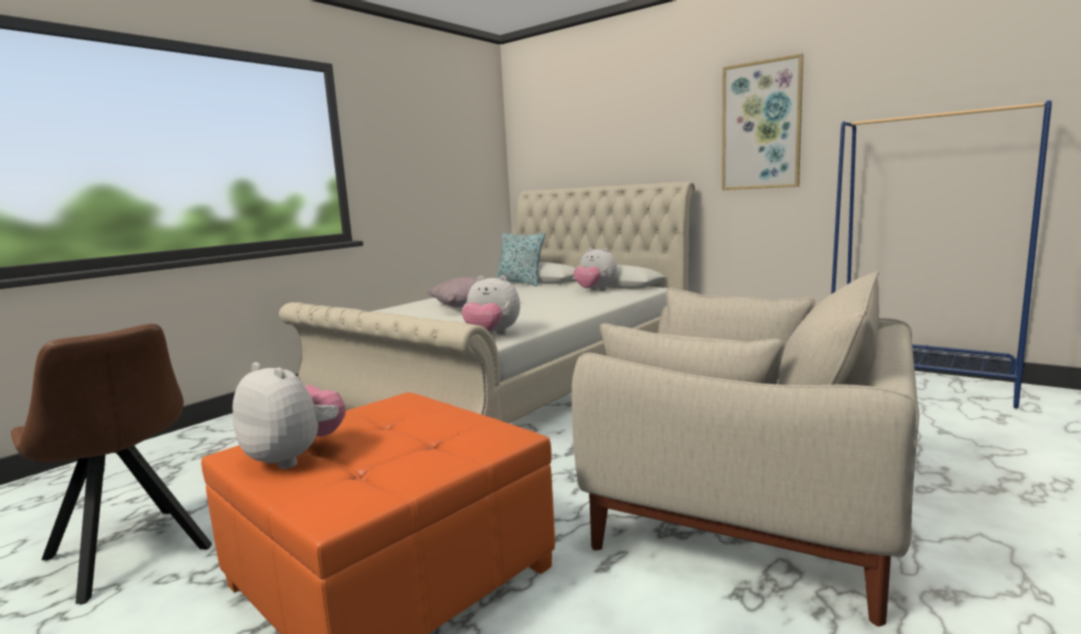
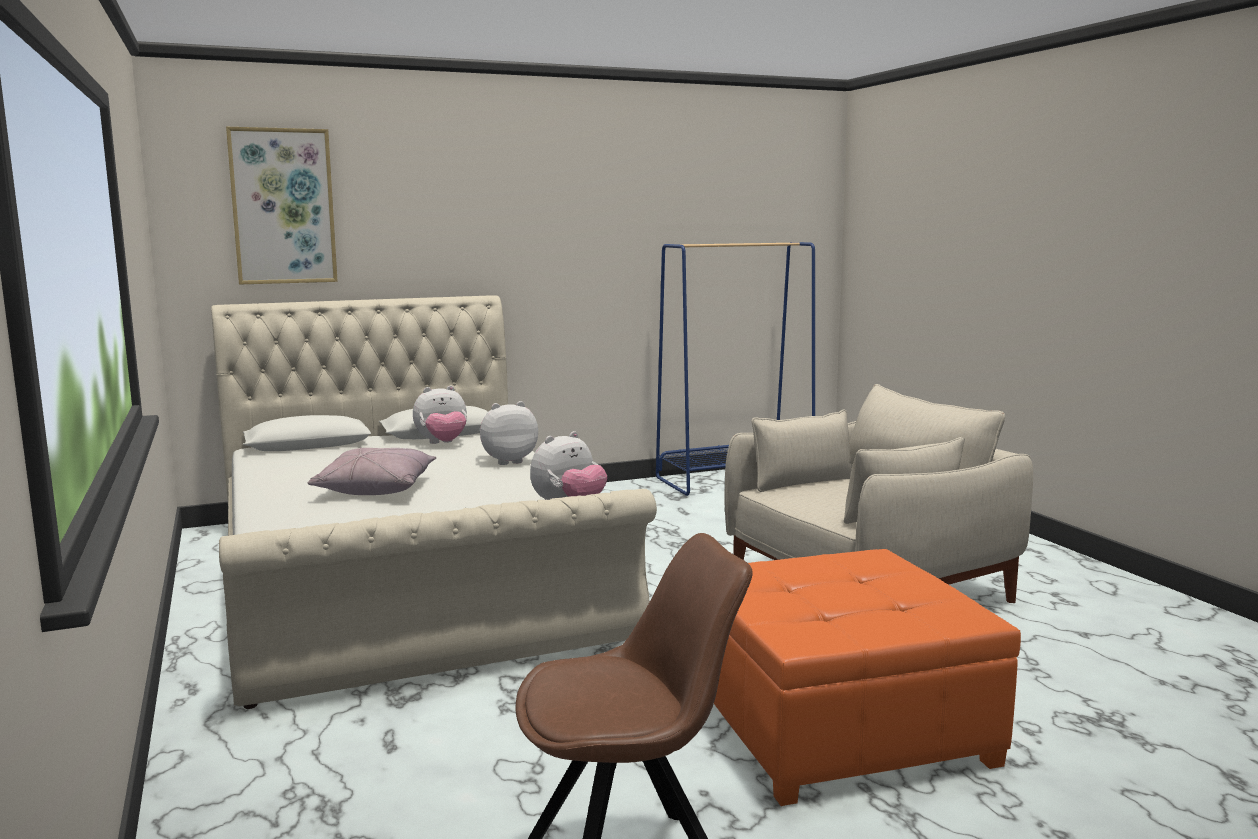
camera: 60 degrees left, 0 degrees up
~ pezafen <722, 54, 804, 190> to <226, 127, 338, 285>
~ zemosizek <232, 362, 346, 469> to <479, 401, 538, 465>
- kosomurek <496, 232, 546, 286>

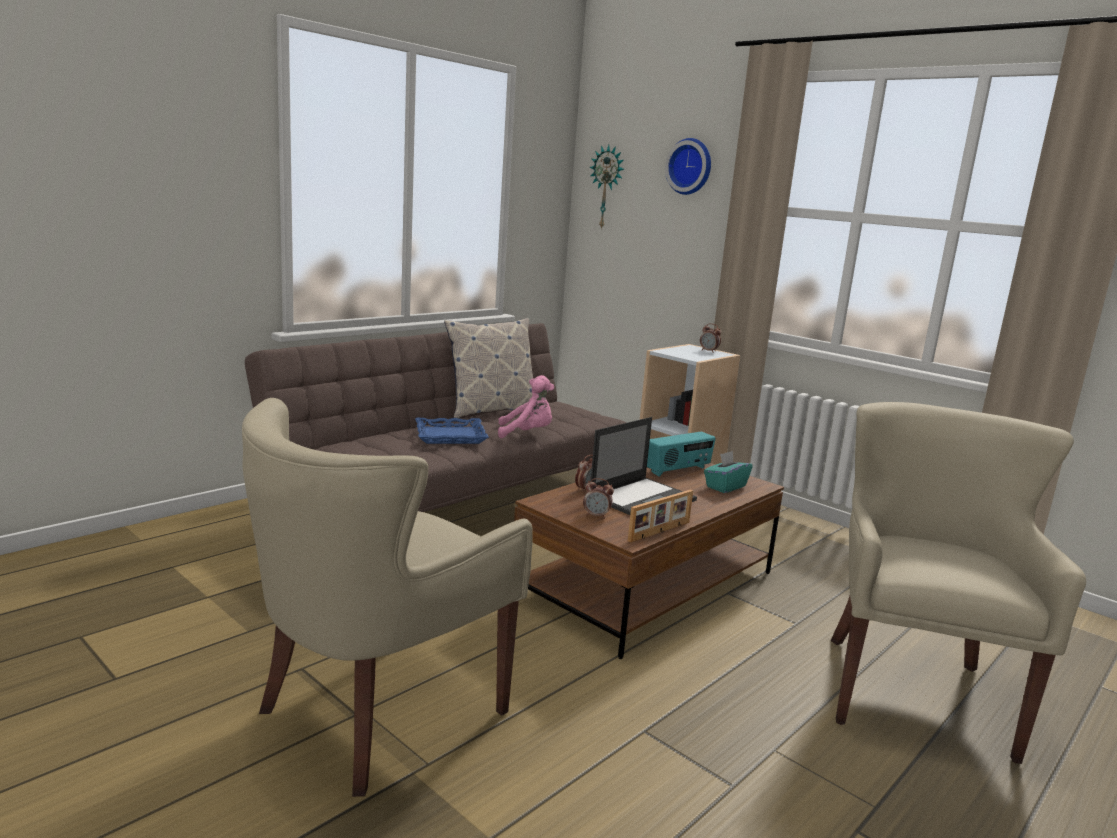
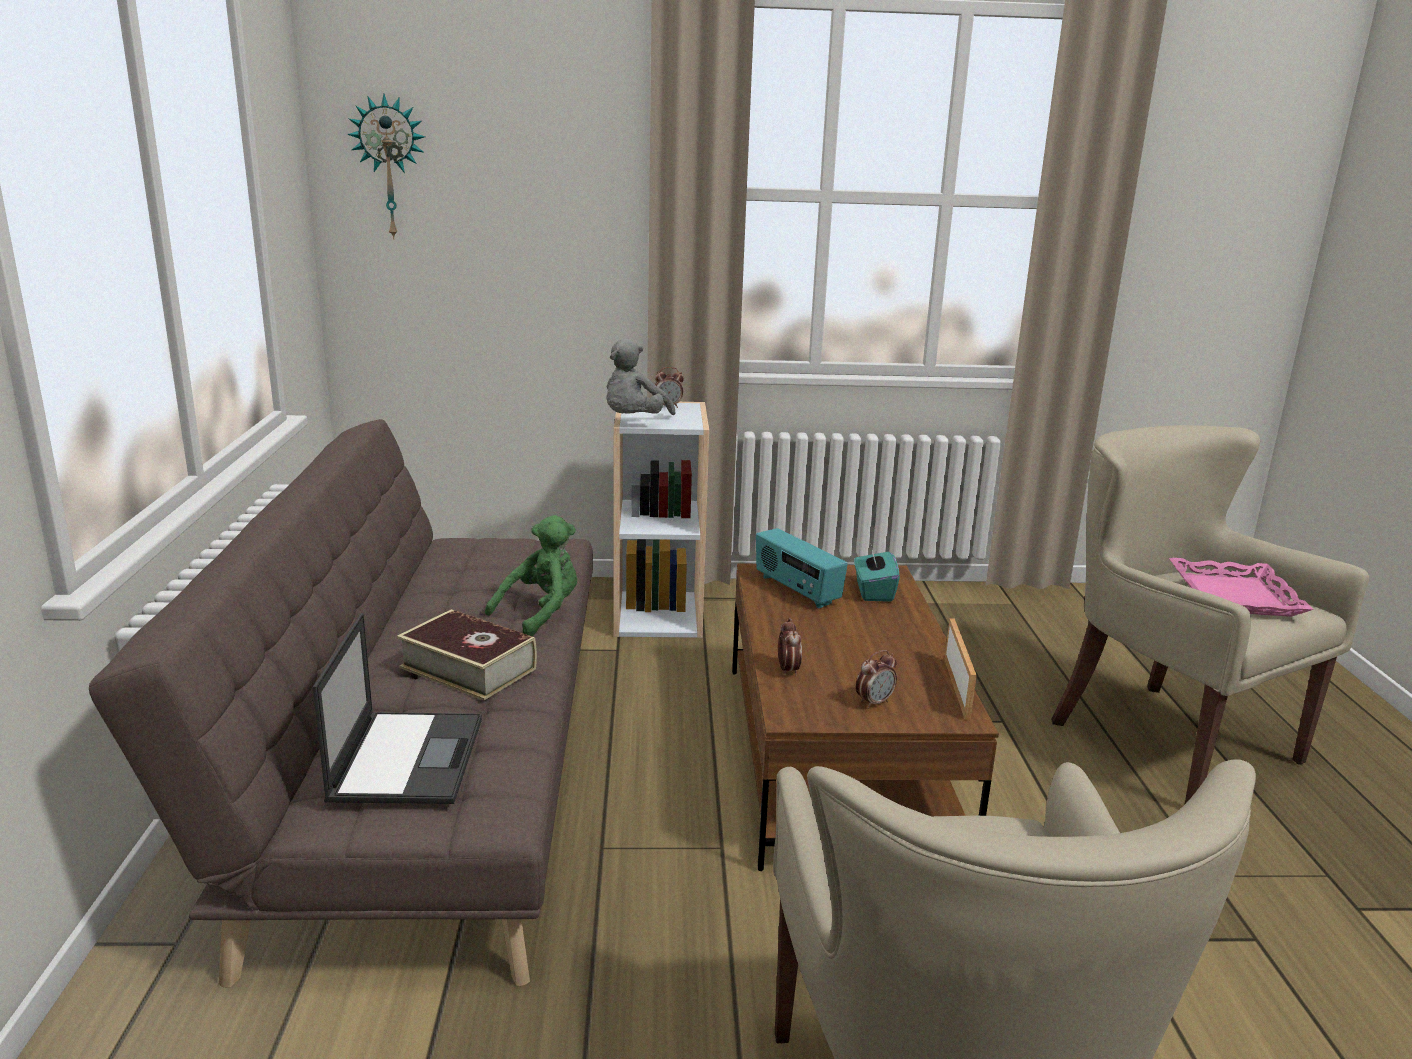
camera: 45 degrees left, 5 degrees up
~ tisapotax <590, 417, 697, 515> to <313, 613, 482, 804>
~ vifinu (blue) <415, 418, 489, 444> to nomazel <397, 609, 537, 700>
~ zemosizek (pink) <498, 375, 554, 438> to zemosizek (green) <485, 515, 577, 636>
+ zemosizek (grey) <607, 339, 676, 415>
~ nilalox <647, 432, 716, 476> = <756, 528, 848, 608> 135 degrees clockwise
+ vifinu (pink) <1169, 558, 1314, 617>
- kosomurek <444, 318, 533, 418>
- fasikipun <665, 138, 711, 195>

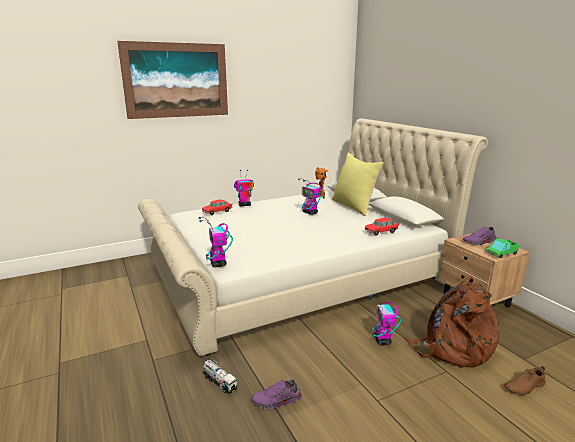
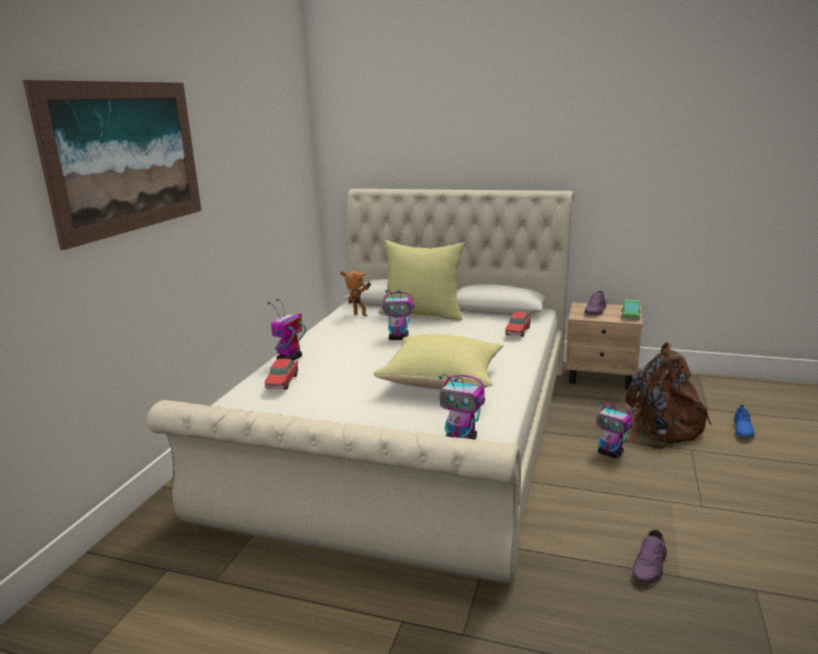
camera: 45 degrees left, 0 degrees up
+ kosomurek (yellow) <373, 334, 503, 390>
~ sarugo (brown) <504, 366, 546, 395> to sarugo (blue) <734, 405, 754, 437>
- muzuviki <203, 358, 237, 394>

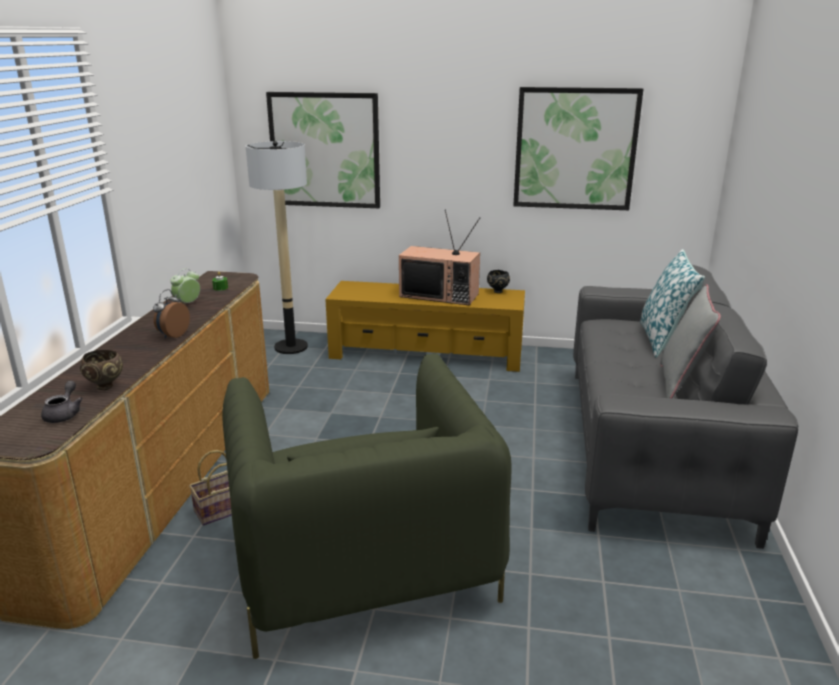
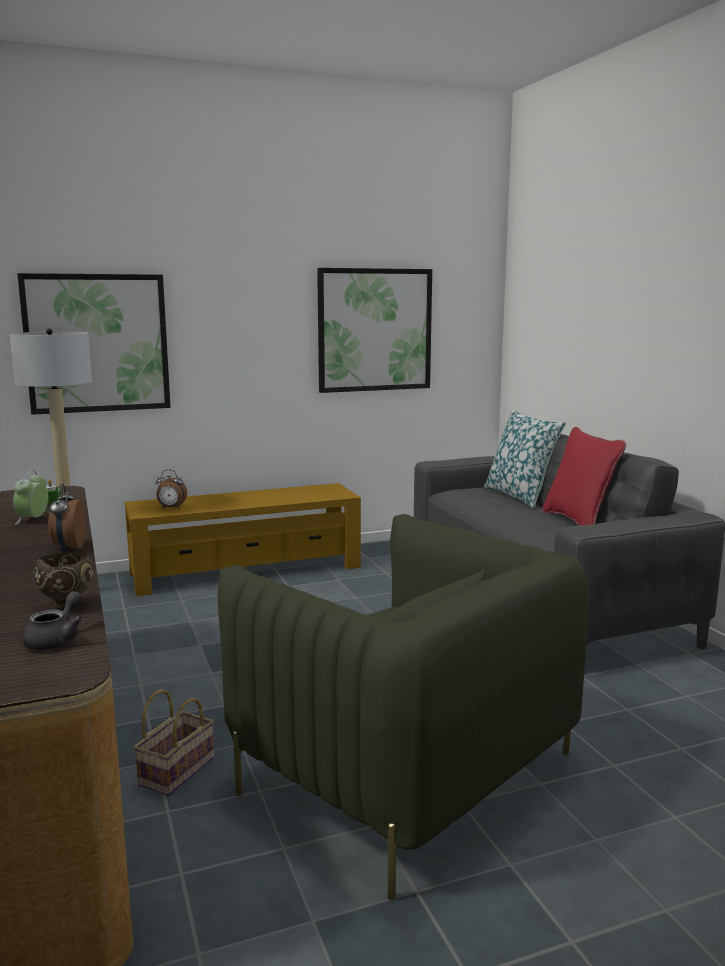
camera: 30 degrees left, 10 degrees down
~ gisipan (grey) <41, 381, 83, 423> = <22, 591, 83, 650> 45 degrees clockwise
+ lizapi <156, 469, 187, 509>
~ kosomurek (grey) <660, 284, 721, 398> to kosomurek (red) <542, 427, 626, 526>
- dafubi <399, 210, 480, 305>
- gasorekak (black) <487, 270, 510, 293>

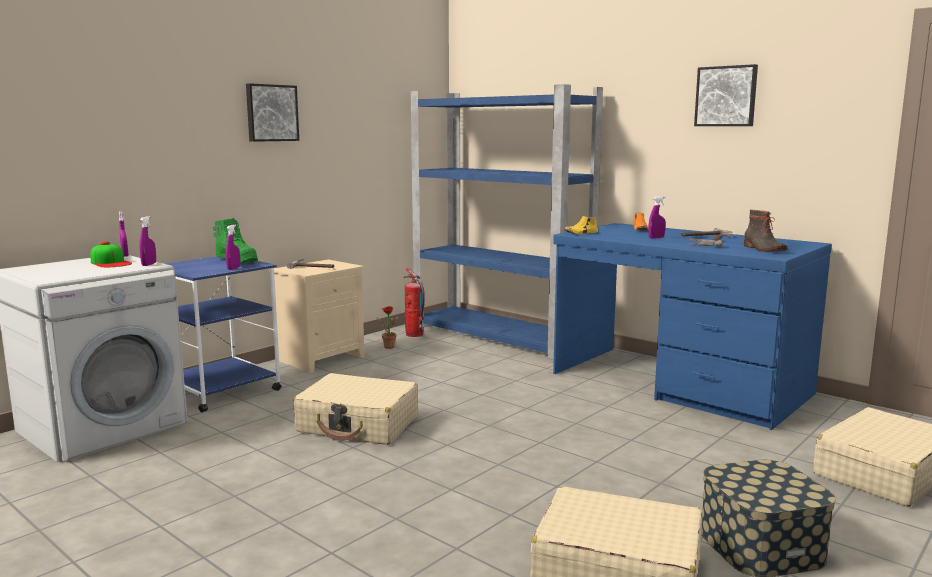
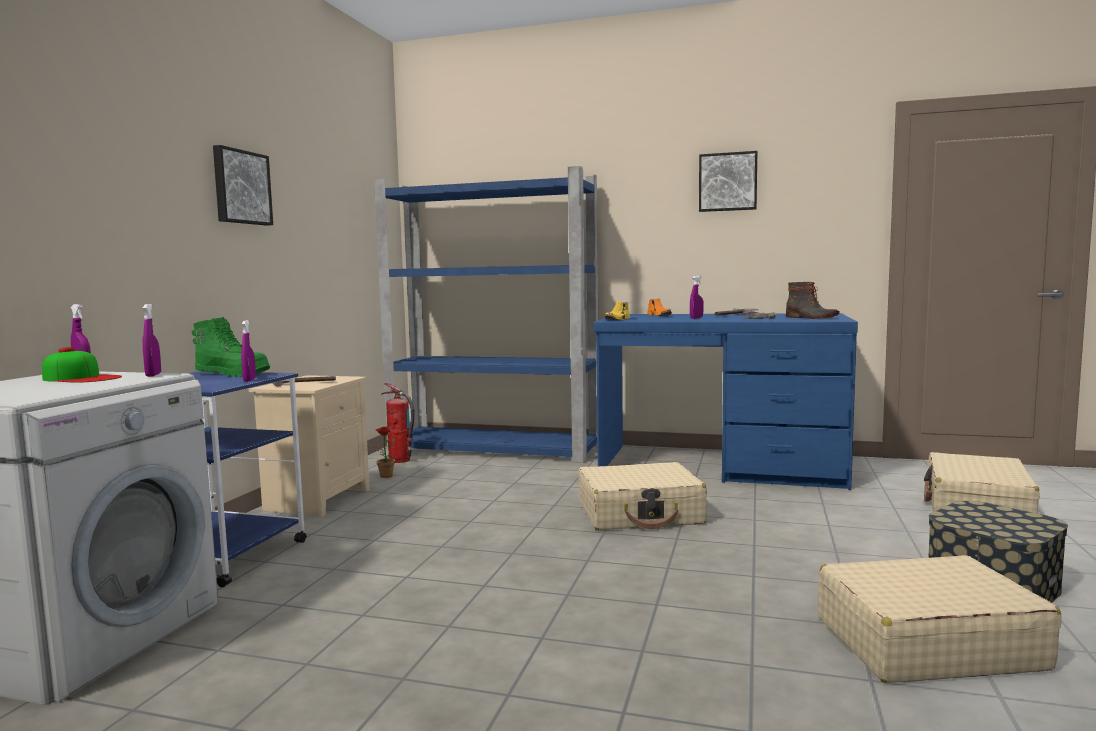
camera: 25 degrees left, 5 degrees down
~ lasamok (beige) <293, 373, 418, 445> to <579, 462, 707, 530>

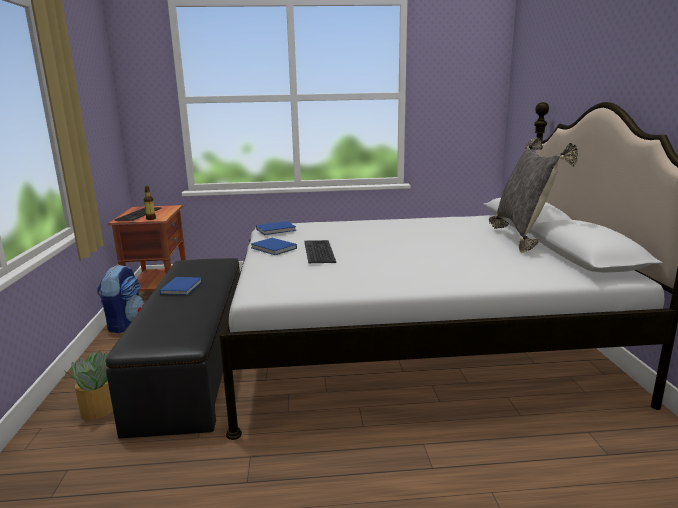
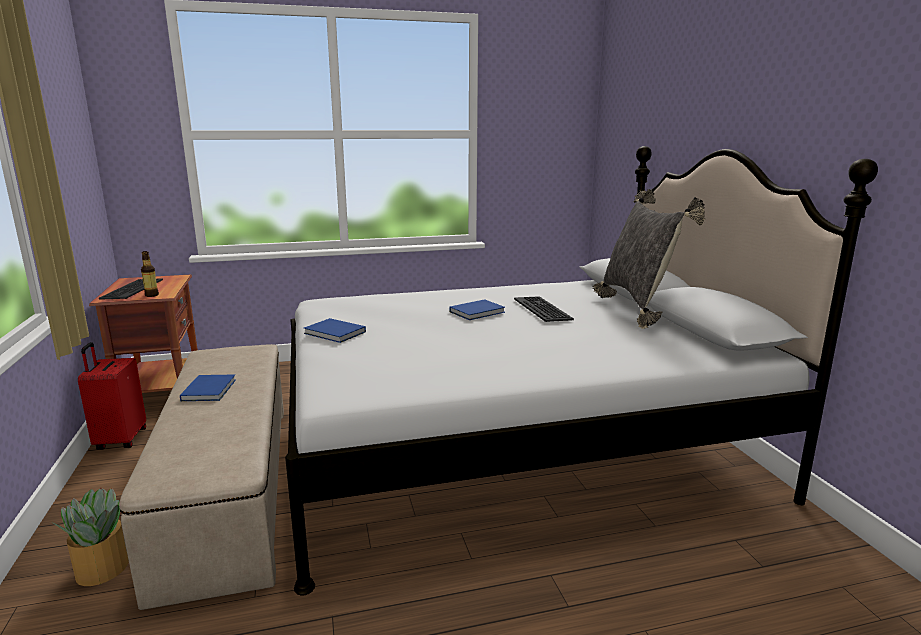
camera: 10 degrees left, 0 degrees up
~ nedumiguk <97, 265, 145, 333> to lasamok (red) <78, 342, 146, 450>
~ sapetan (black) <105, 258, 240, 439> to sapetan (beige) <119, 344, 284, 610>
~ nomazel (blue) <256, 221, 296, 235> to <449, 299, 505, 320>
~ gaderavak <304, 240, 336, 264> to <514, 296, 574, 322>

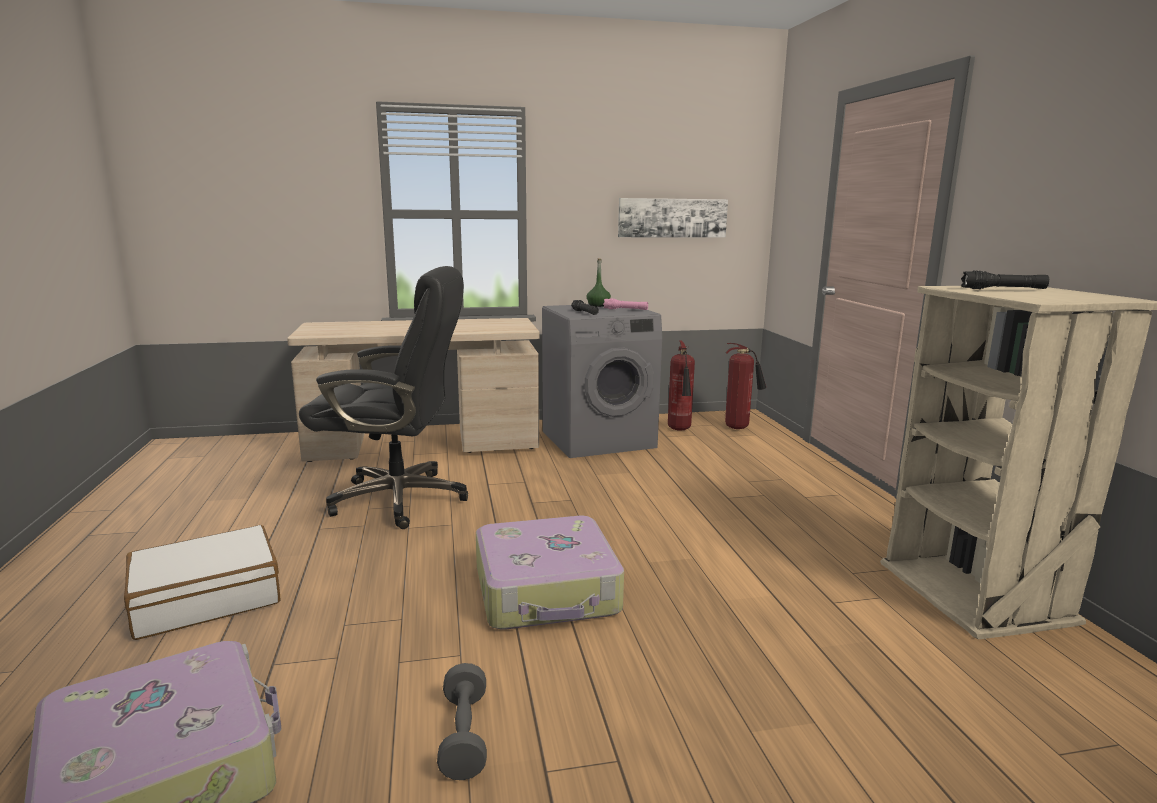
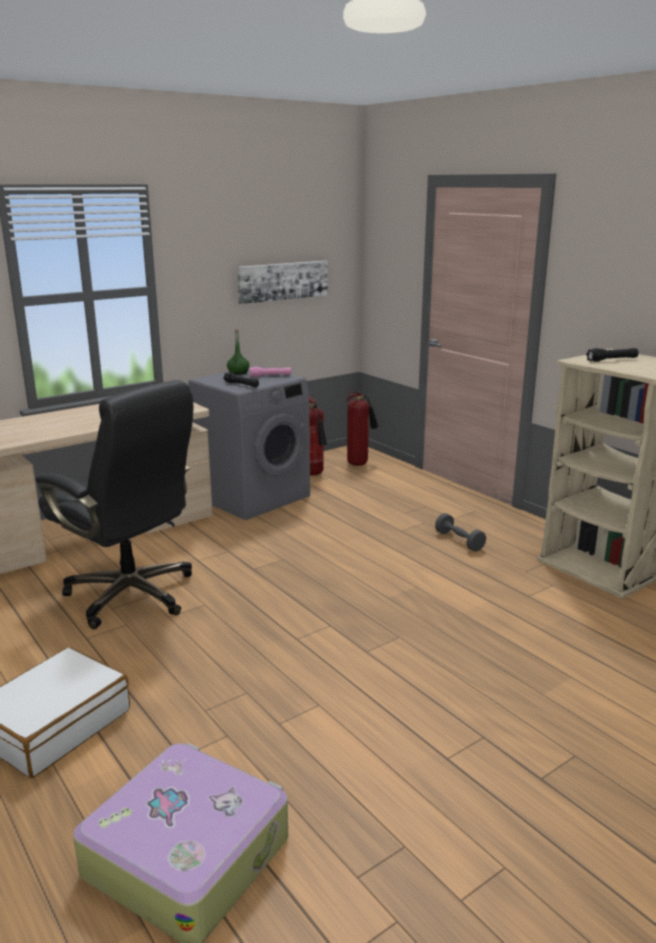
camera: 25 degrees left, 5 degrees up
~ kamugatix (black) <299, 266, 468, 529> = <35, 380, 193, 629> 60 degrees clockwise
~ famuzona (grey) <437, 663, 487, 780> to <435, 513, 486, 552>
- lasamok <476, 516, 624, 630>

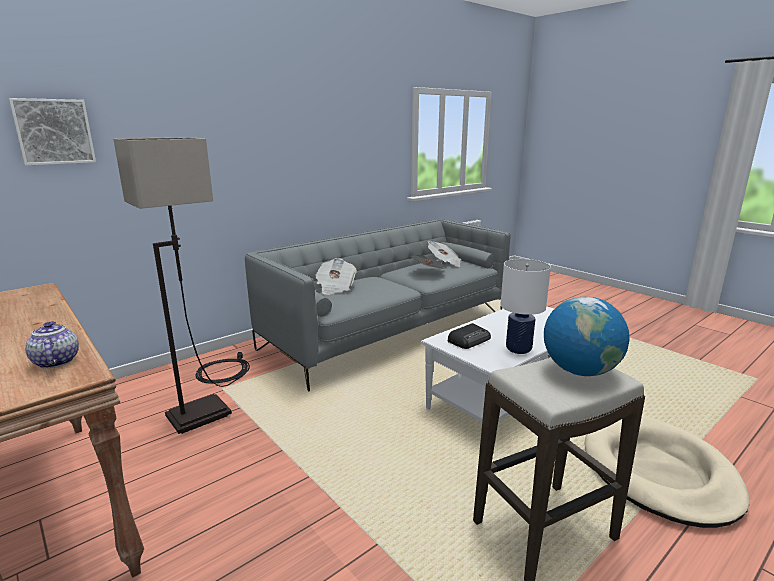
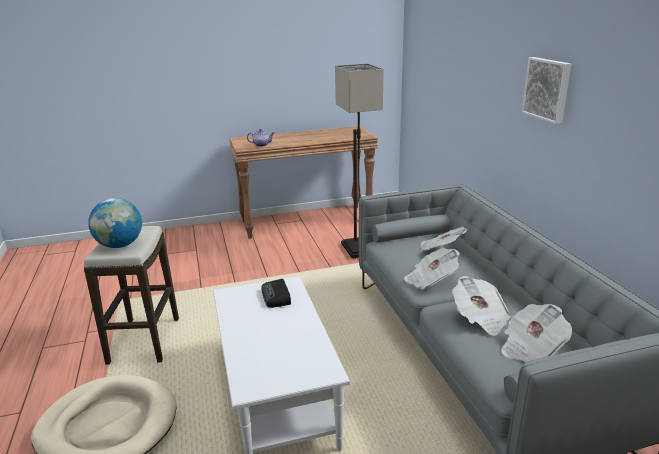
camera: 115 degrees right, 5 degrees up
+ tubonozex <404, 248, 460, 290>
~ pezafen <8, 98, 96, 166> to <522, 57, 571, 124>
- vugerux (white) <500, 259, 551, 354>

